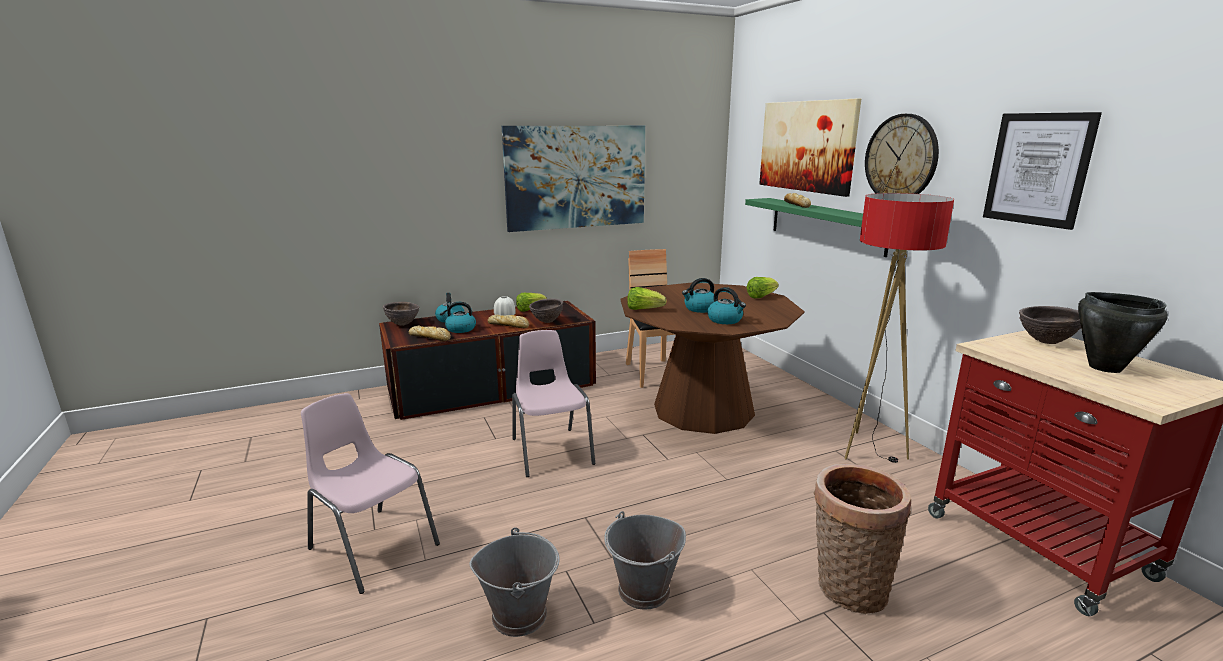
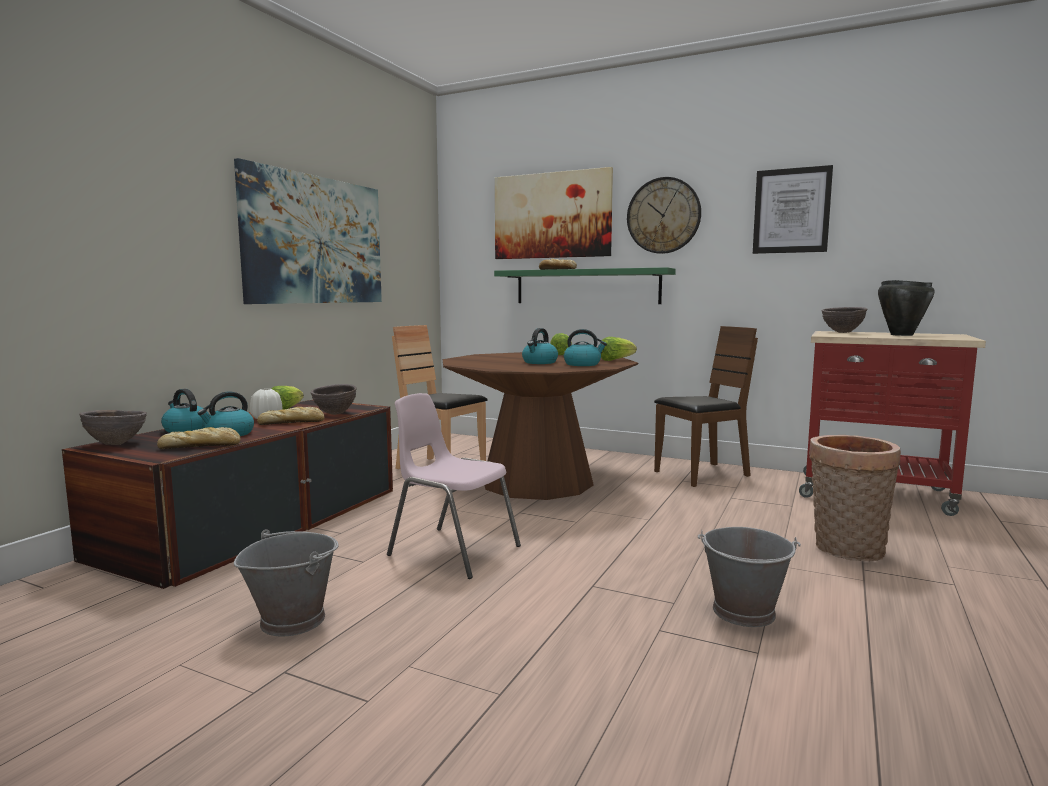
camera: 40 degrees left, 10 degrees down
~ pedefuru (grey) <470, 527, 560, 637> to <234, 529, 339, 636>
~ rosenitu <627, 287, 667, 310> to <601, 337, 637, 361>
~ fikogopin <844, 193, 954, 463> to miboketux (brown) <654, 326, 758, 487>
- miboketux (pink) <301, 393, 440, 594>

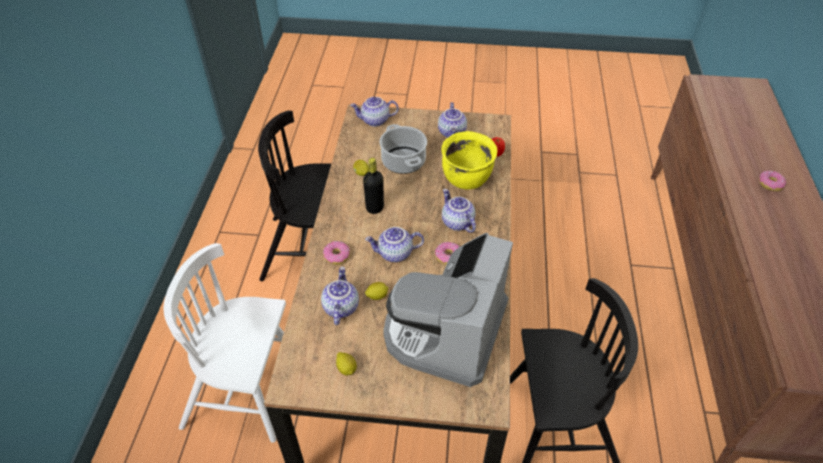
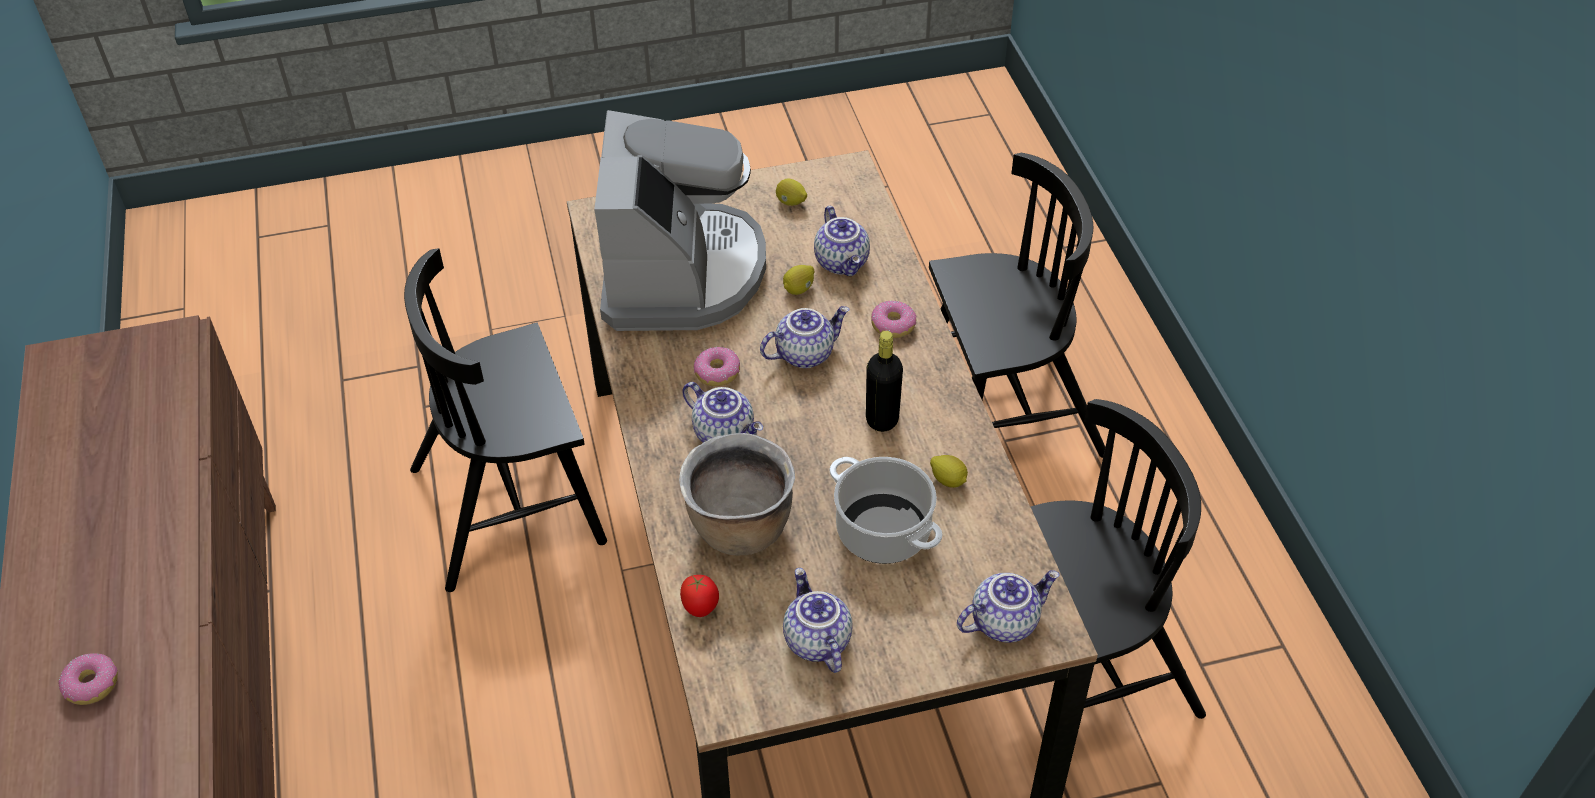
camera: 160 degrees right, 0 degrees up
~ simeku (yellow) <441, 131, 497, 189> to simeku (brown) <679, 433, 795, 555>
~ miboketux (white) <164, 243, 286, 443> to miboketux (black) <929, 153, 1105, 458>

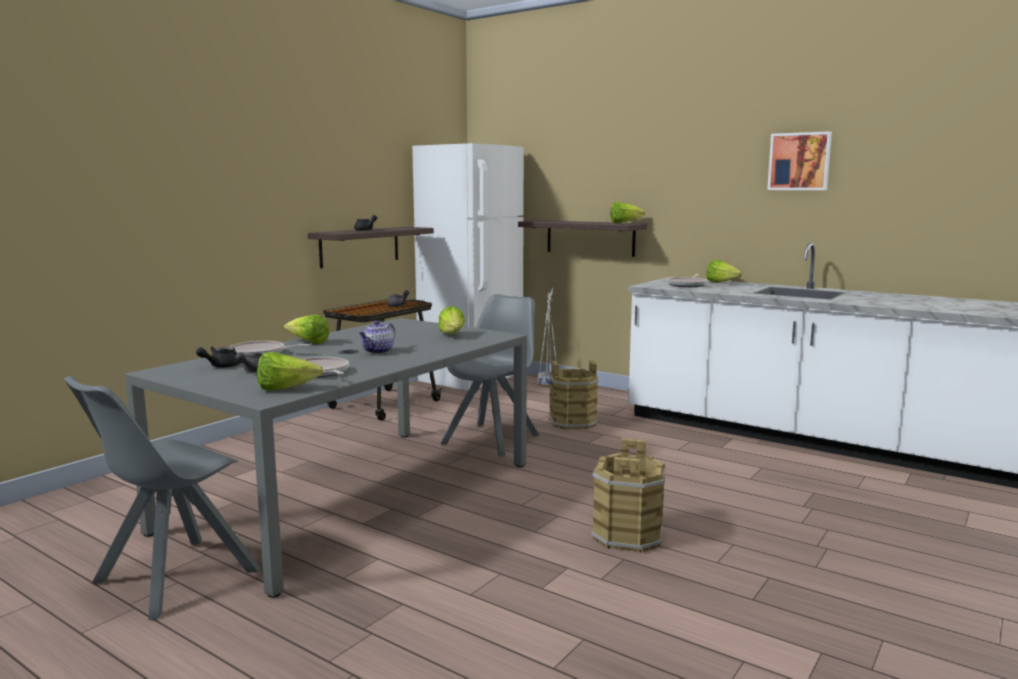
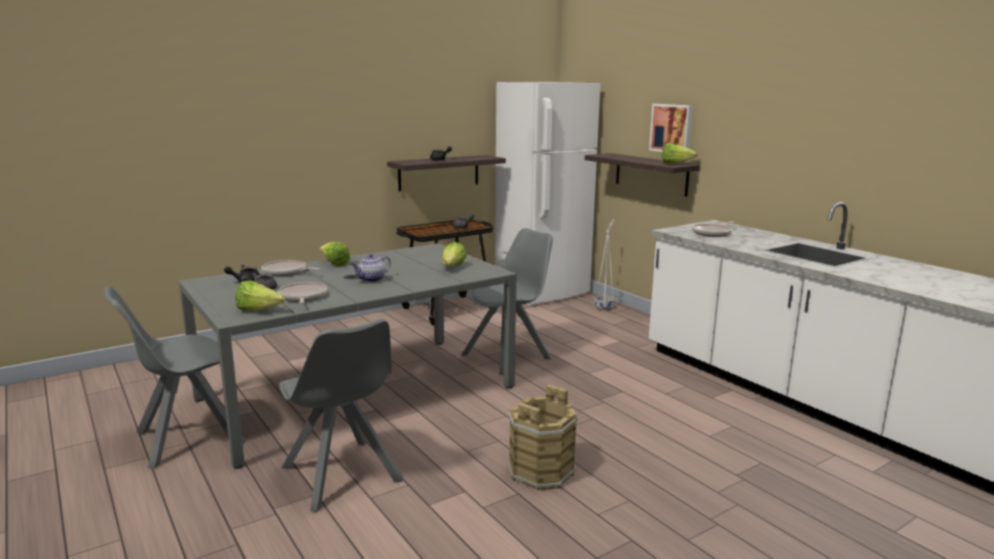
camera: 20 degrees right, 5 degrees up
+ miboketux (grey) <279, 319, 403, 512>
~ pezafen <767, 131, 832, 190> to <649, 104, 693, 152>
- pedefuru (brown) <549, 360, 599, 430>
- rosenitu <707, 260, 742, 282>

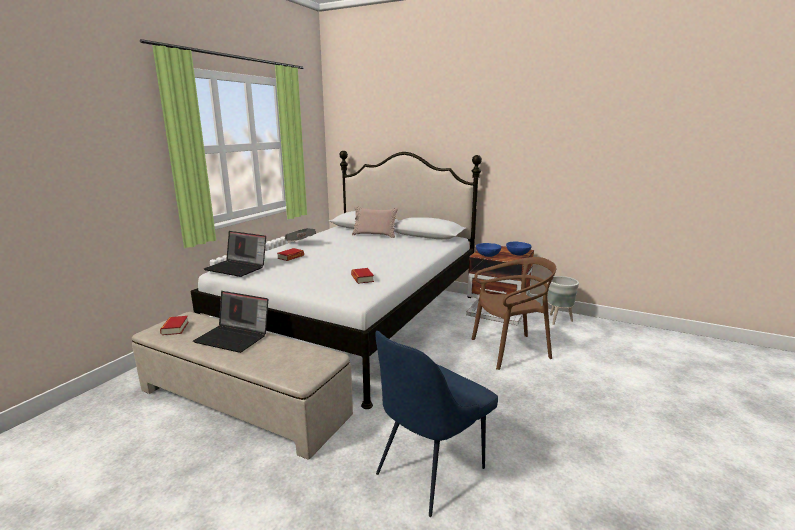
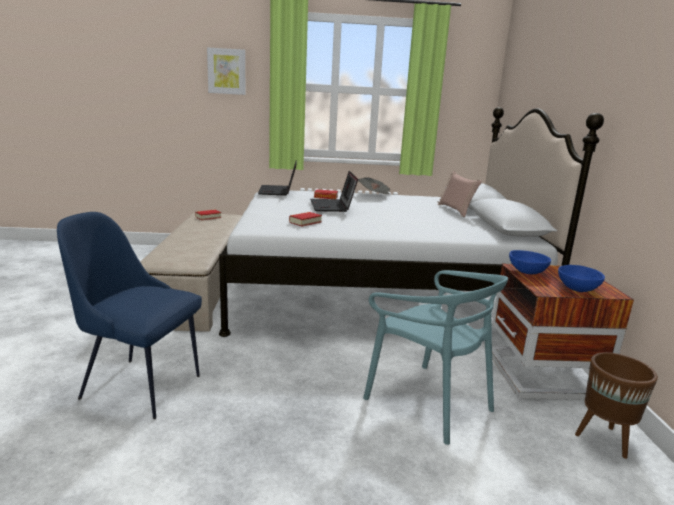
camera: 60 degrees right, 0 degrees up
+ pezafen <207, 48, 246, 95>
~ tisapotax <193, 291, 268, 353> to <310, 171, 358, 212>
~ miboketux (brown) <472, 257, 556, 370> to miboketux (turquoise) <363, 270, 508, 445>
~ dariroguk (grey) <548, 276, 579, 325> to dariroguk (brown) <575, 352, 658, 459>

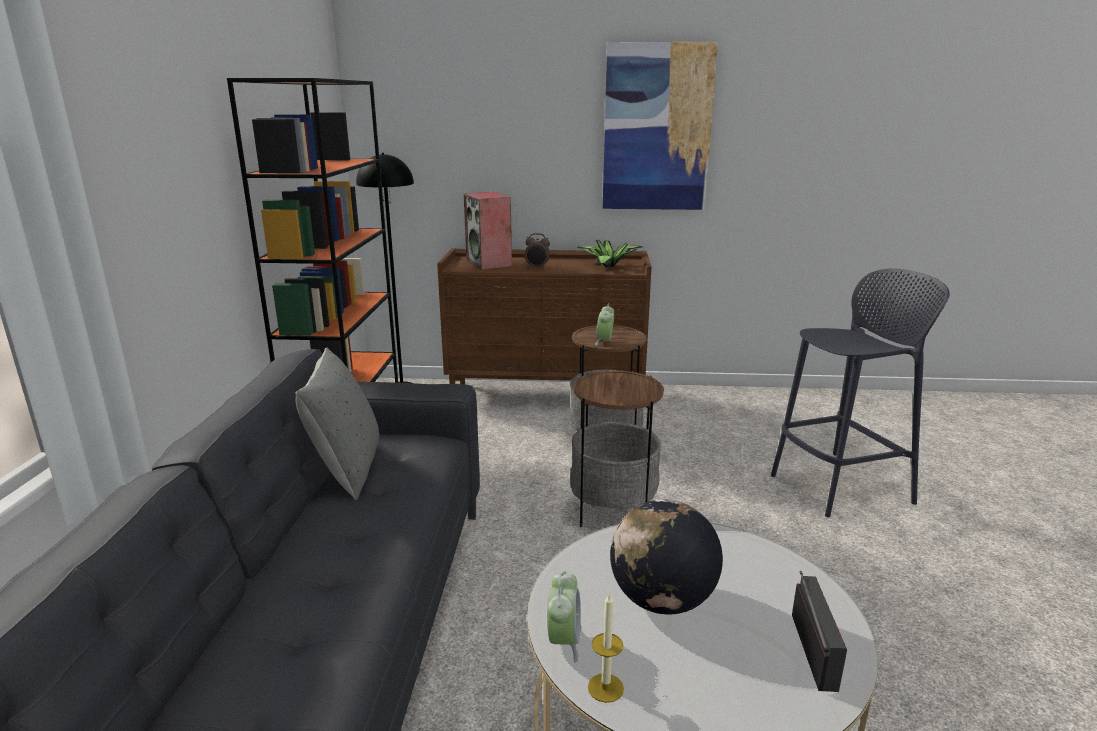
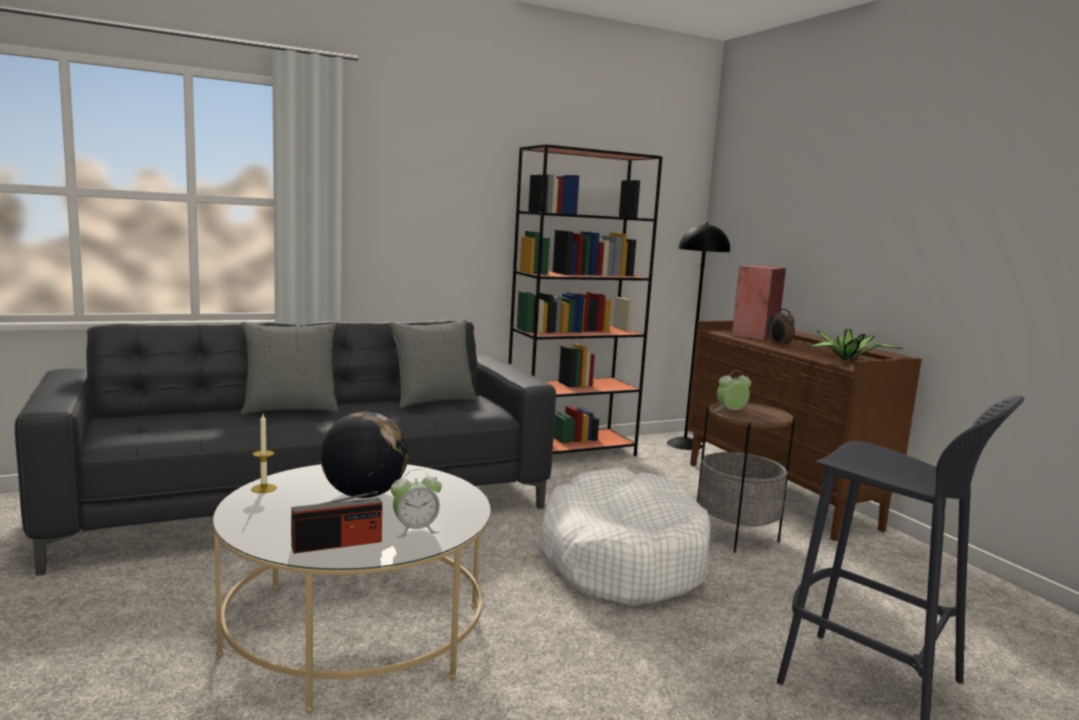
camera: 60 degrees right, 10 degrees down
+ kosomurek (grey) <241, 322, 338, 415>
~ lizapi <547, 571, 582, 663> to <391, 469, 442, 538>
~ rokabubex <570, 370, 664, 527> to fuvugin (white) <538, 468, 711, 606>
- pezafen <603, 42, 718, 210>

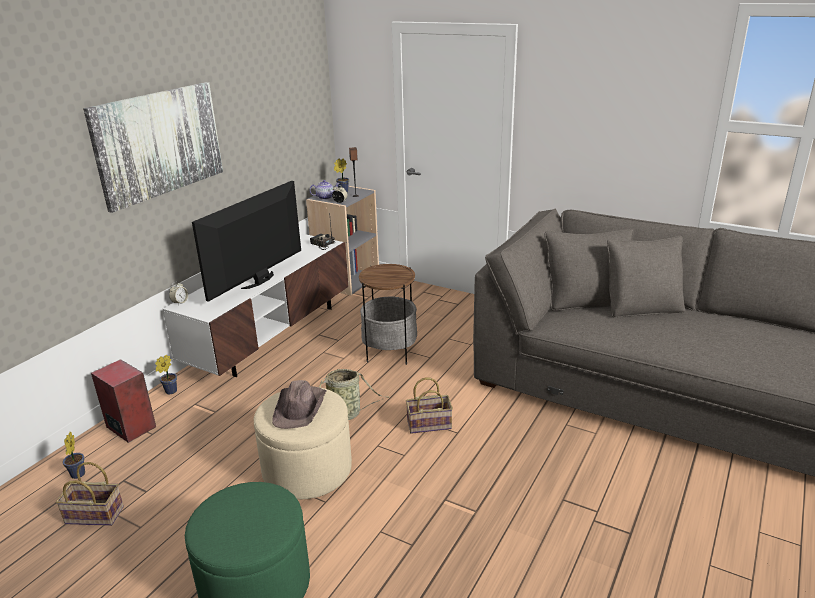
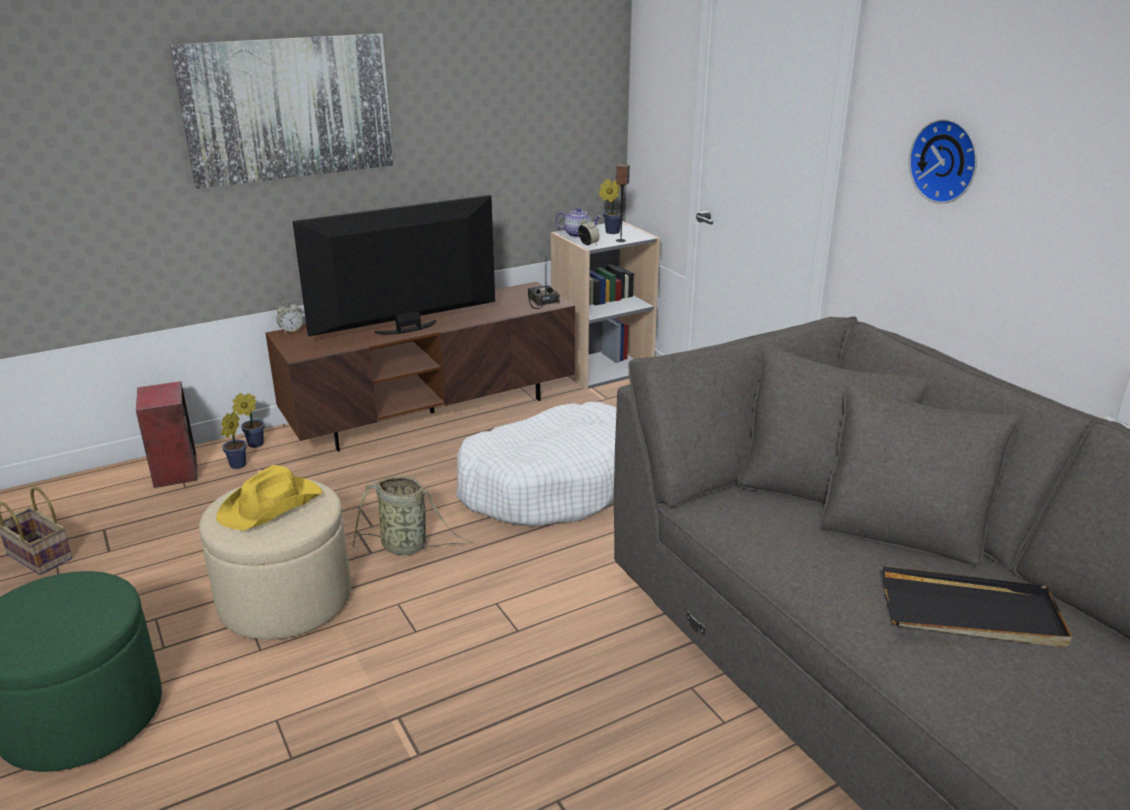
camera: 30 degrees right, 0 degrees up
~ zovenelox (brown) <272, 380, 327, 429> to zovenelox (yellow) <216, 465, 323, 531>
~ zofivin <63, 432, 85, 479> to <221, 411, 247, 469>
~ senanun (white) <163, 234, 349, 377> to senanun (brown) <266, 282, 575, 452>
~ rokabubex <359, 264, 417, 365> to fuvugin (white) <456, 402, 617, 527>
+ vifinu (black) <883, 566, 1072, 647>
+ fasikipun <909, 119, 977, 204>
- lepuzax <406, 378, 453, 434>

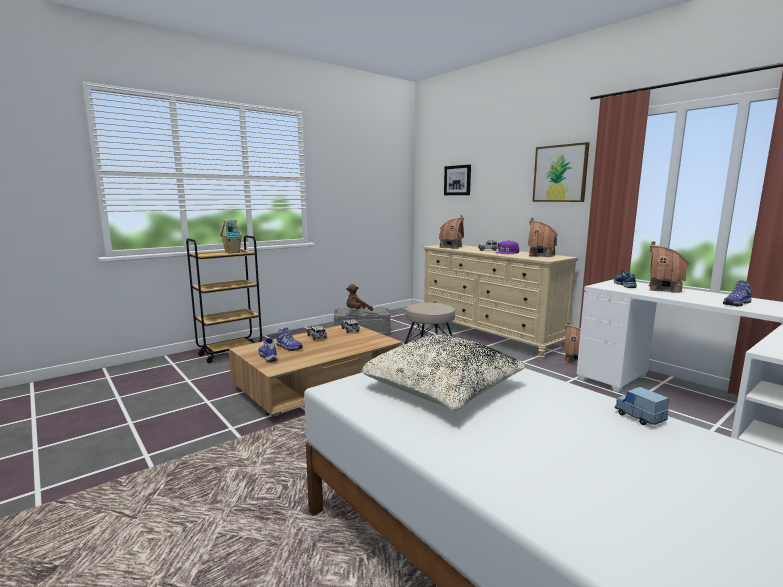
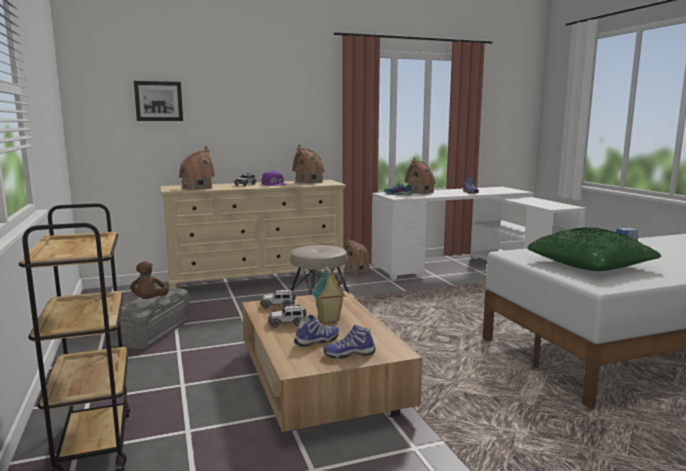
camera: 70 degrees left, 0 degrees up
~ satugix <220, 219, 243, 254> to <311, 267, 346, 323>
~ kosomurek (beige) <362, 334, 525, 410> to kosomurek (green) <527, 227, 662, 271>
- pezafen <532, 142, 590, 202>

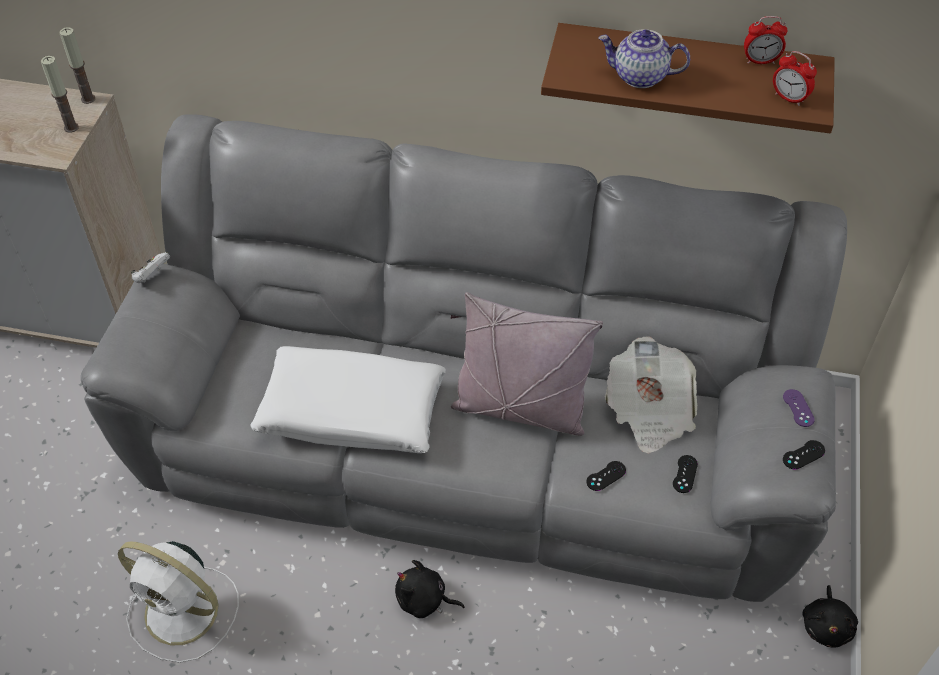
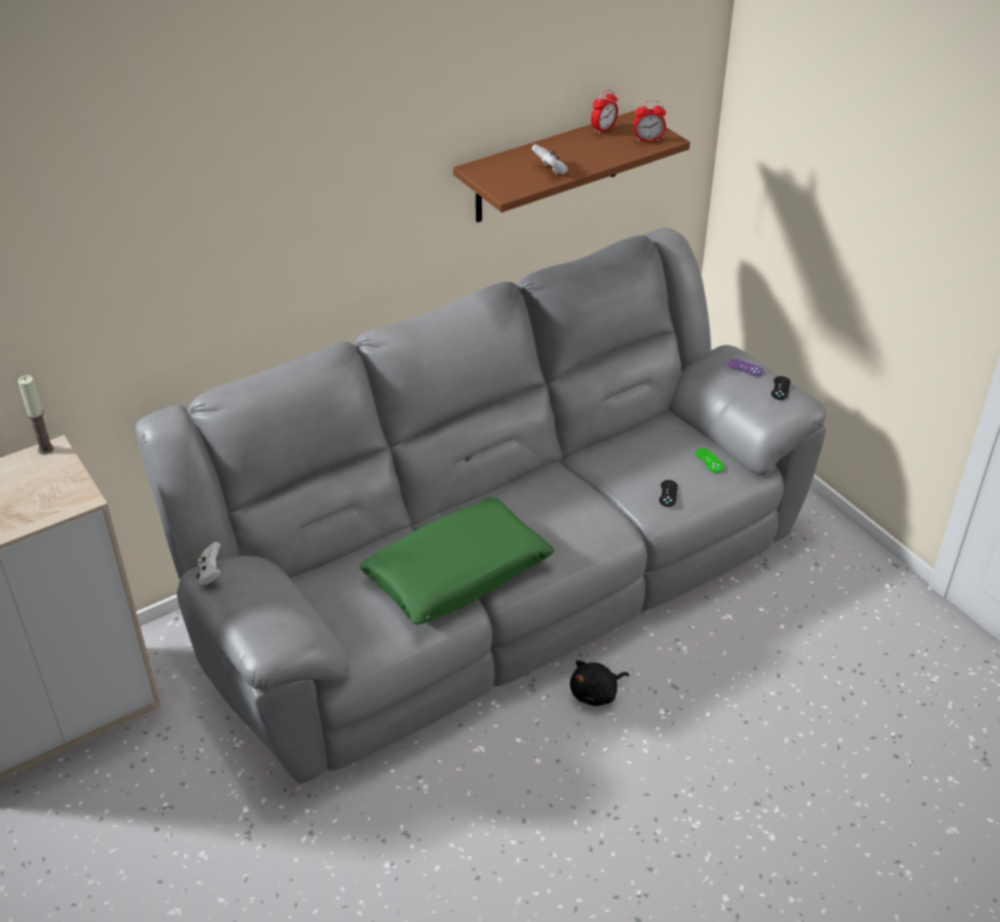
camera: 45 degrees left, 10 degrees down
~ kosomurek (white) <250, 346, 446, 453> to kosomurek (green) <359, 498, 555, 625>
~ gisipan <599, 29, 690, 88> to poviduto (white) <532, 144, 568, 175>
~ poviduto (black) <673, 455, 698, 493> to poviduto (green) <695, 448, 724, 473>
- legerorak <41, 56, 79, 133>
- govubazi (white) <118, 541, 239, 663>
- kosomurek (purple) <451, 292, 603, 436>
- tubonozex <605, 337, 697, 454>
- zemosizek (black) <802, 585, 858, 648>

